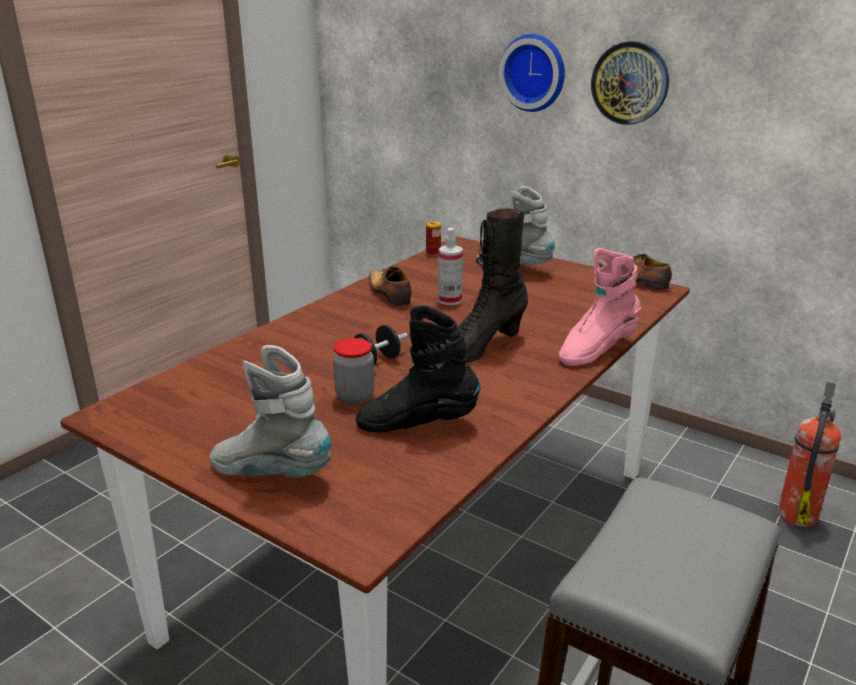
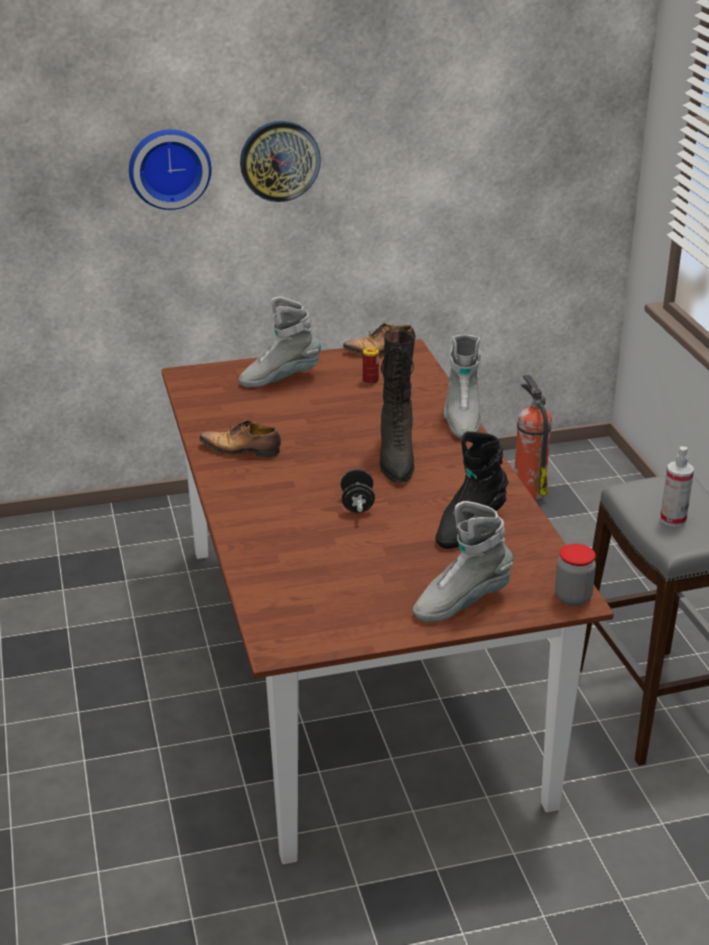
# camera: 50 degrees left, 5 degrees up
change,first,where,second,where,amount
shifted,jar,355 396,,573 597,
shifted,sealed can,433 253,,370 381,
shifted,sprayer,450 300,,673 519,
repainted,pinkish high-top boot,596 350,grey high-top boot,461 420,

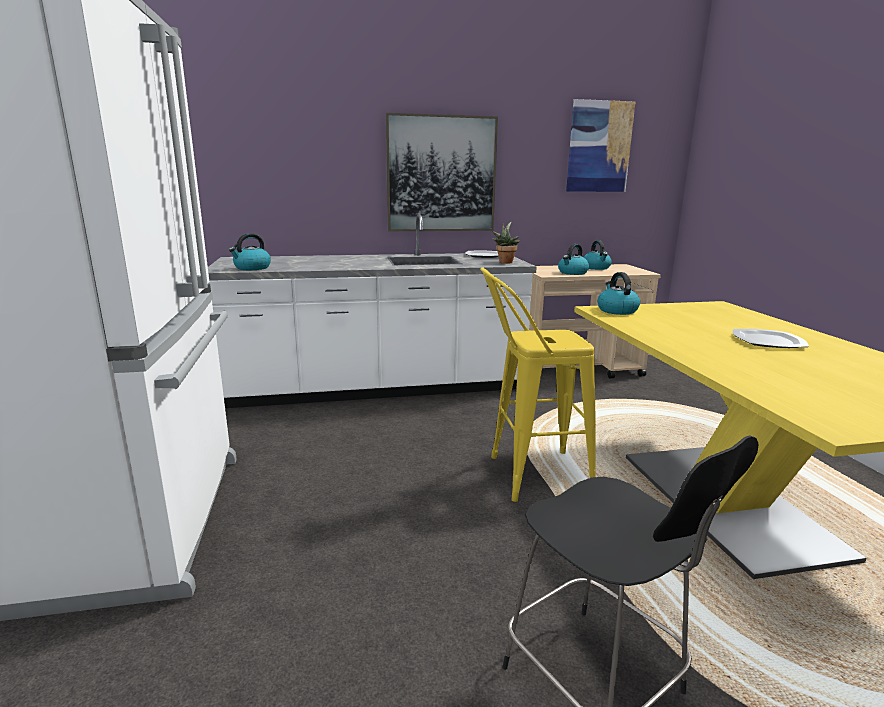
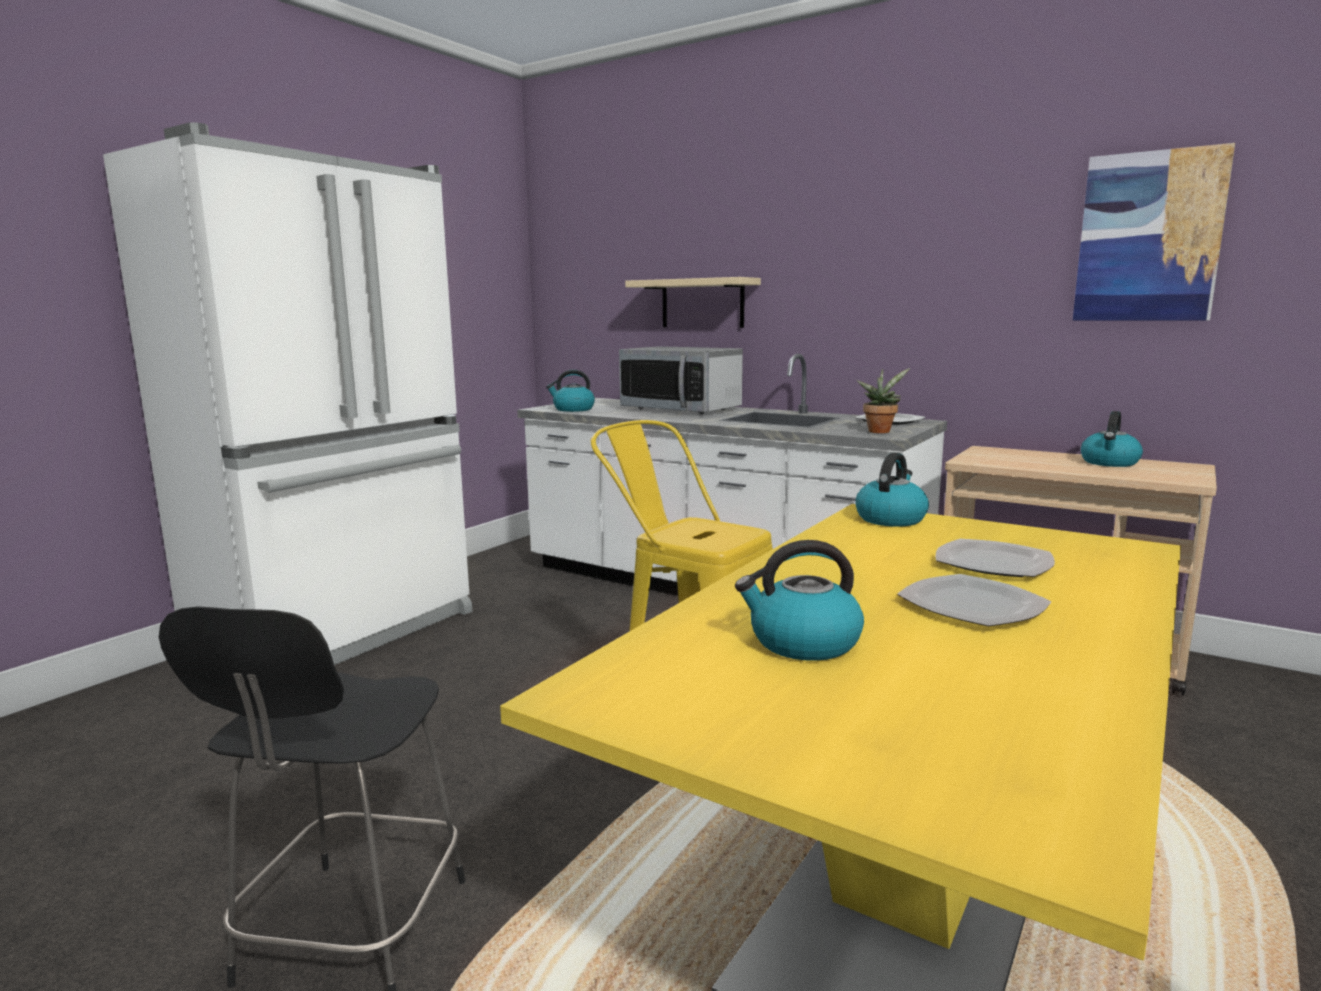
# camera: 45 degrees right, 5 degrees down
change,first,where,second,where,amount
gone,picture,441 174,,,
shifted,kettle,572 273,,803 643,
new,,,microwave,681 409,
new,,,beige-coloured shelf,702 303,
new,,,flat dish,992 563,

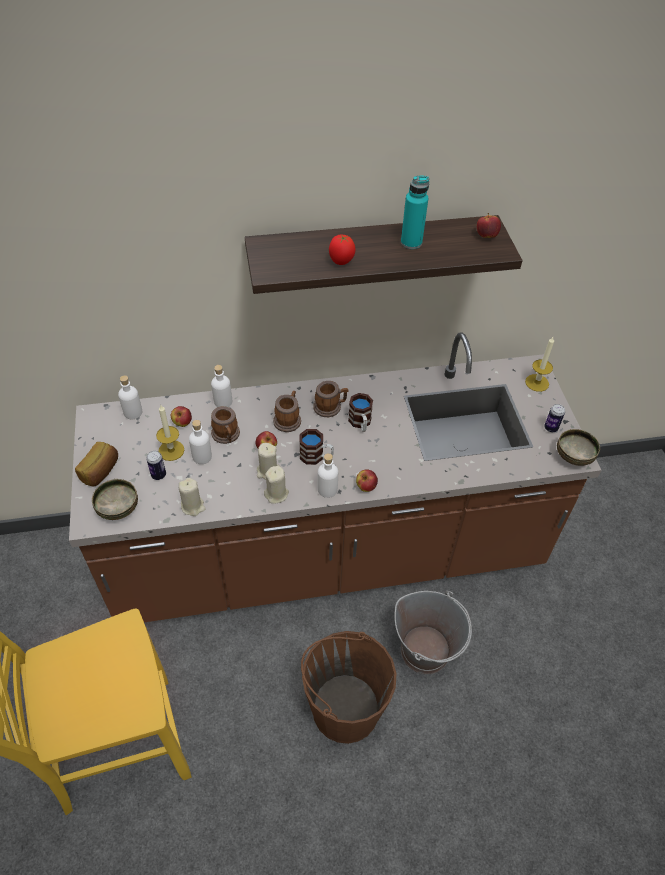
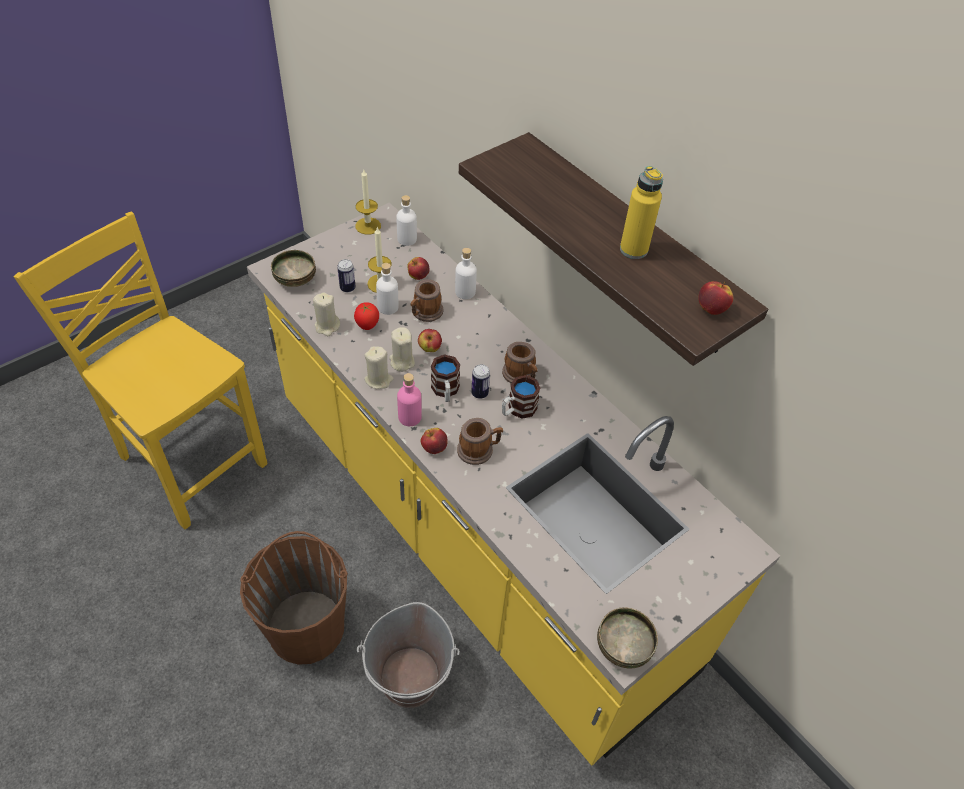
# camera: 60 degrees right, 0 degrees up
change,first,where,second,where,amount
repainted,brownish kitchen counter,328 553,yellowish kitchen counter,472 531,
gone,baked bread,101 471,,,
shifted,mug,288 419,,479 450,
repainted,whitish drink bottle,327 489,pinkish drink bottle,410 417,
shifted,tomato,341 262,,367 326,
repainted,turquoise drink bottle,411 242,yellowish drink bottle,633 249,
shifted,wax light,537 383,,368 226,
shifted,sealed can,550 428,,479 393,

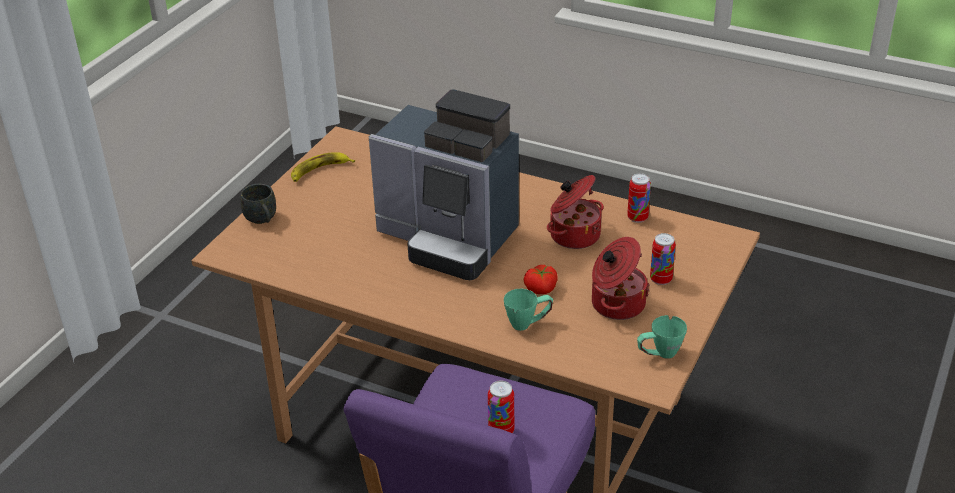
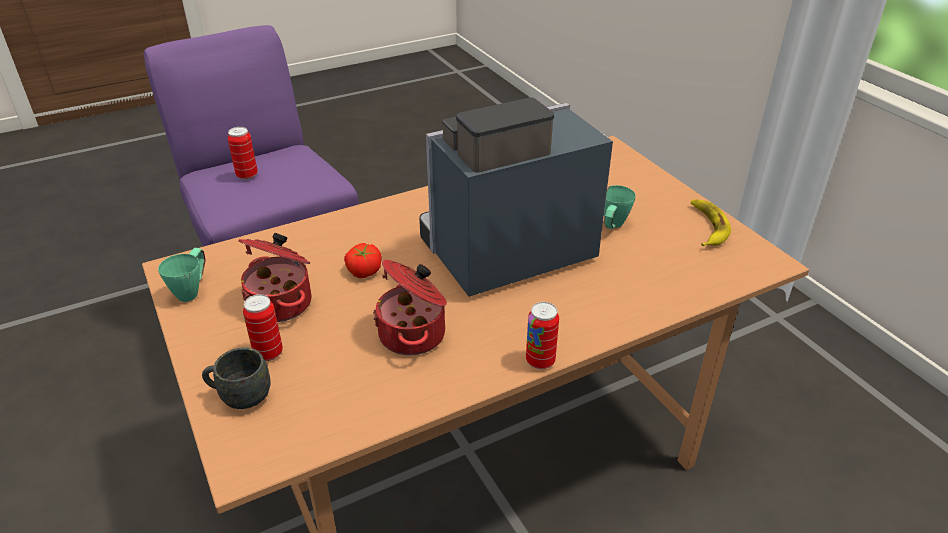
# camera: 125 degrees right, 0 degrees up
change,first,where,second,where,amount
shifted,grey mug,262 220,,240 396,
shifted,greenish mug,528 323,,612 227,
shifted,sealed can,637 218,,540 361,

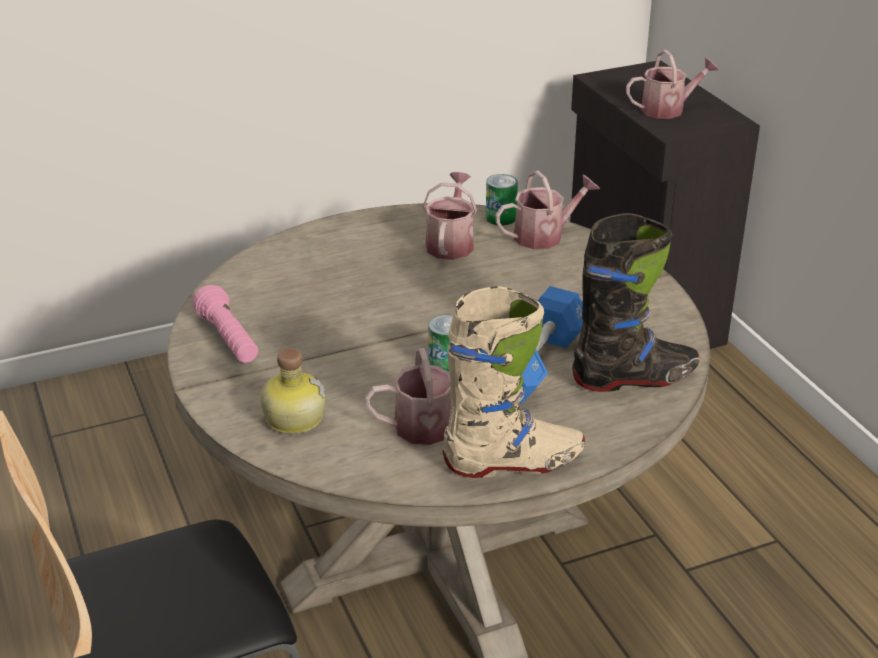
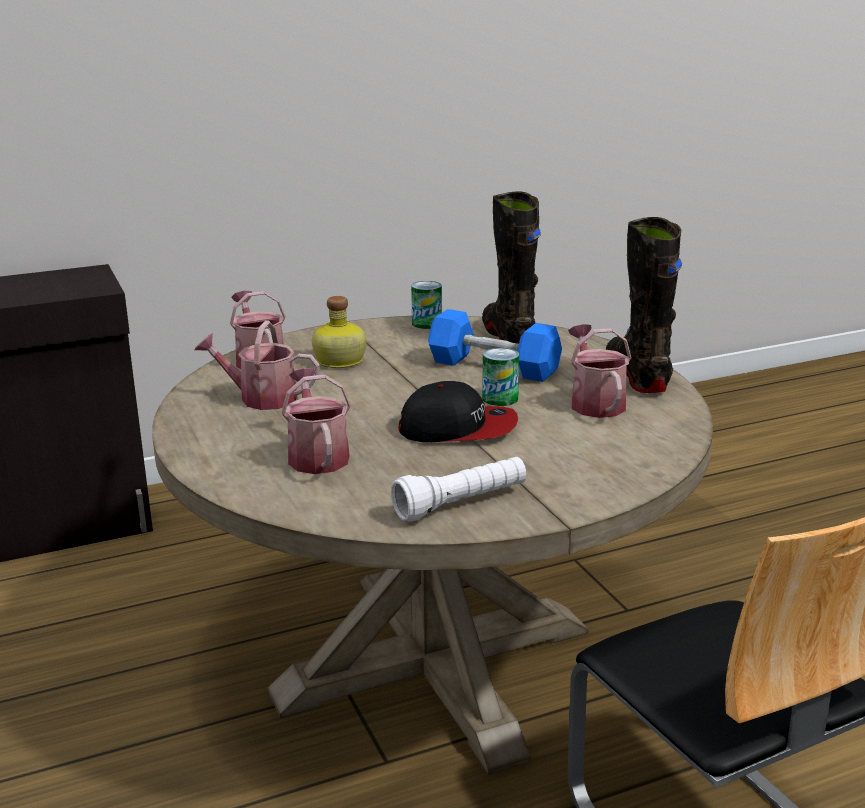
# camera: 90 degrees left, 10 degrees down
change,first,where,second,where,amount
repainted,pinkish torch,229 340,whitish torch,461 504,
shifted,drink bottle,292 417,,338 361,
repainted,beige-coloured high-top boot,514 462,blackish high-top boot,637 376,
shifted,sealed can,500 218,,426 323,
shifted,watering pot,668 109,,317 455,
new,,,cap,458 428,

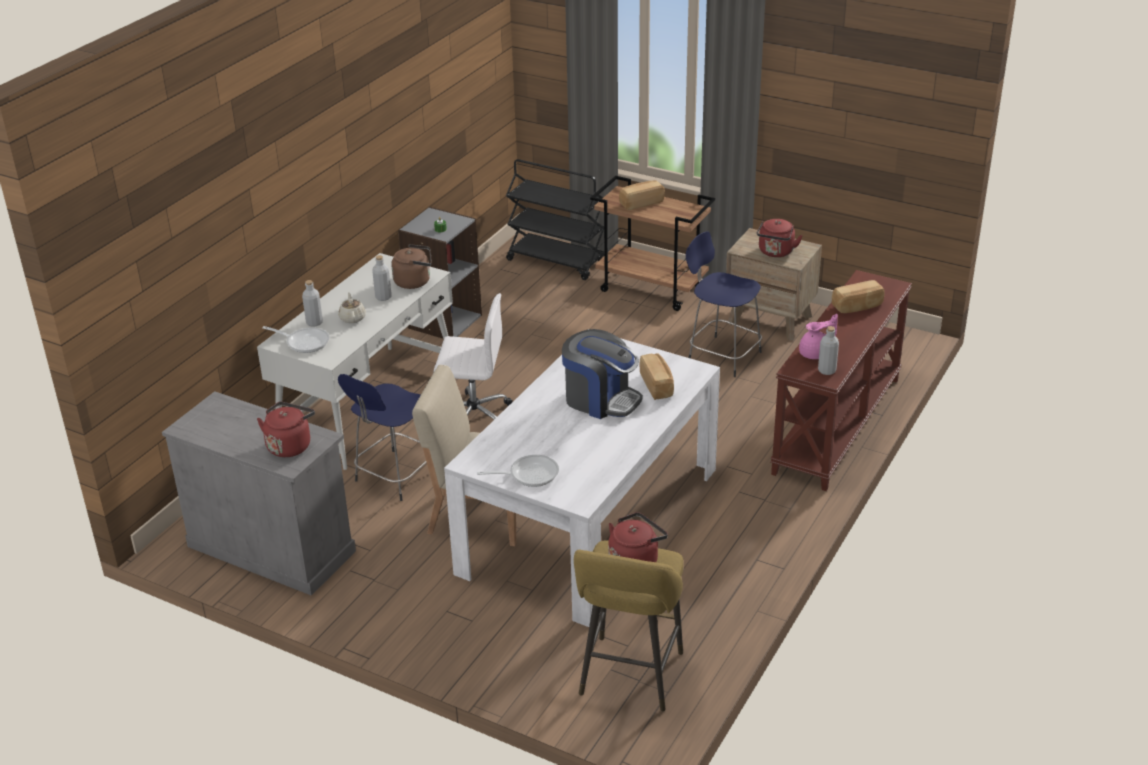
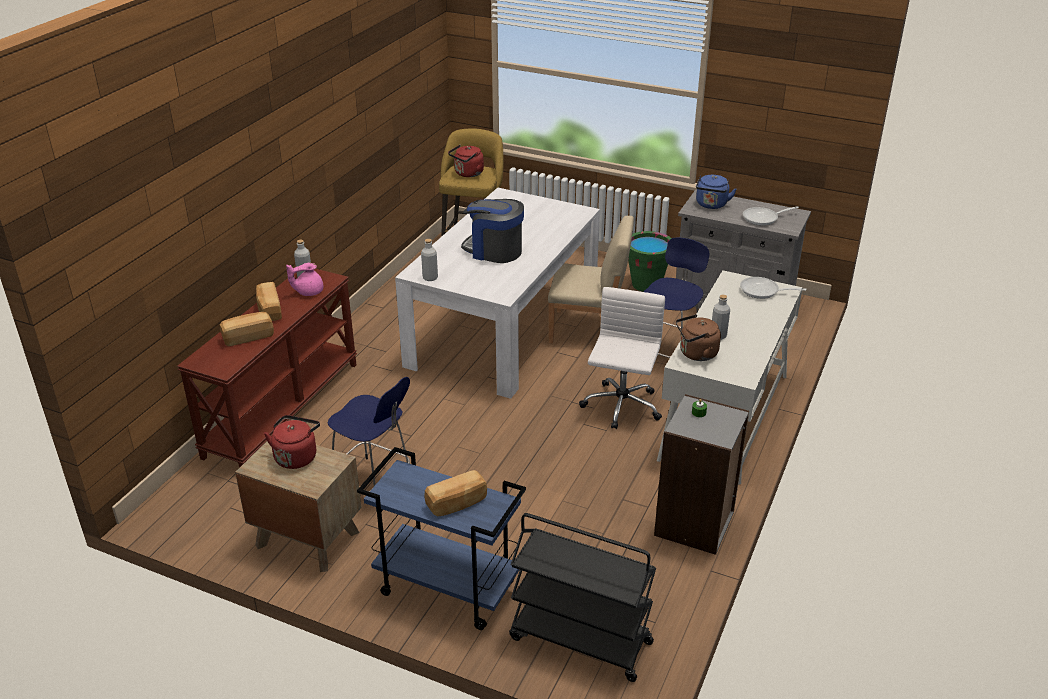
# camera: 175 degrees right, 0 degrees up
change,first,where,second,where,amount
repainted,reddish kettle,290 445,bluish kettle,711 205,
shifted,grey drink bottle,314 322,,430 278,
gone,beige-coloured teapot,352 318,,,
rotated,whitish desk chair,472 417,,621 407,105 degrees clockwise
shifted,frying pan,529 474,,763 218,
repainted,brownish cart,652 288,bluish cart,446 588,
shifted,baked bread,657 385,,269 310,
new,,,greenish water bucket,646 284,

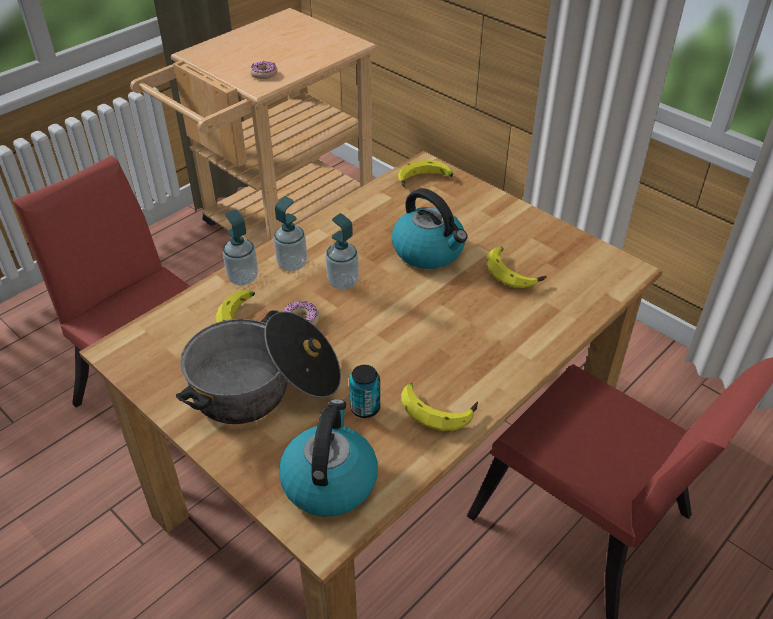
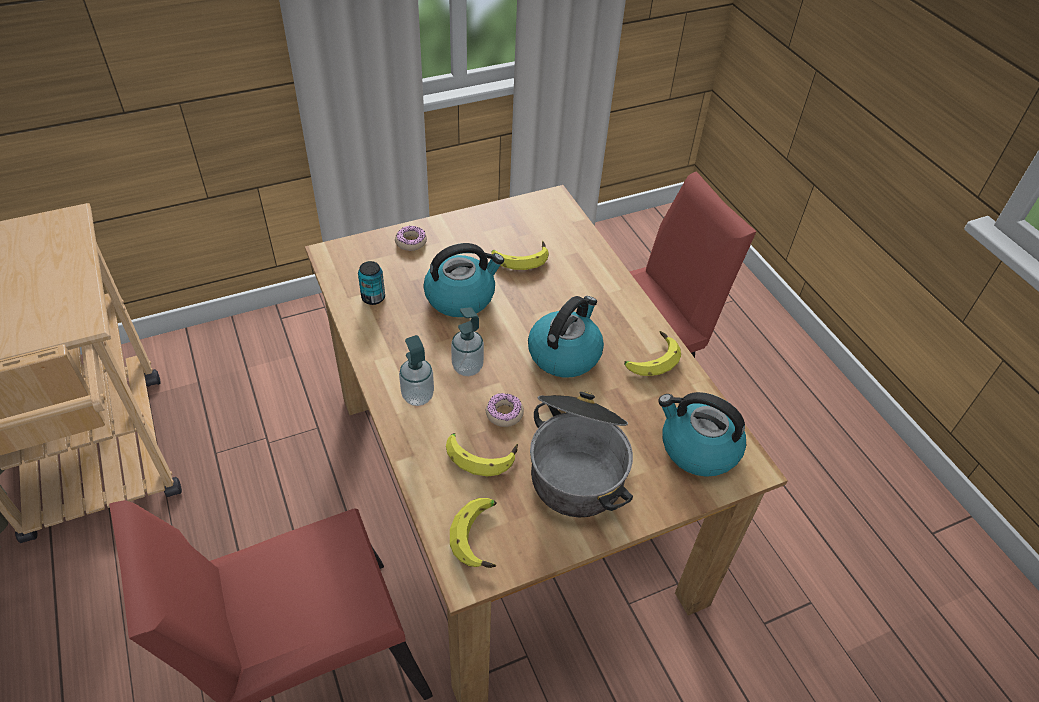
# camera: 70 degrees left, 5 degrees up
change,first,where,second,where,amount
gone,liquid soap bottle,243 278,,,
shifted,doughnut,264 74,,411 242,
shifted,sealed can,365 408,,373 297,
shifted,whole banana,425 181,,481 537,
new,,,kettle,564 353,

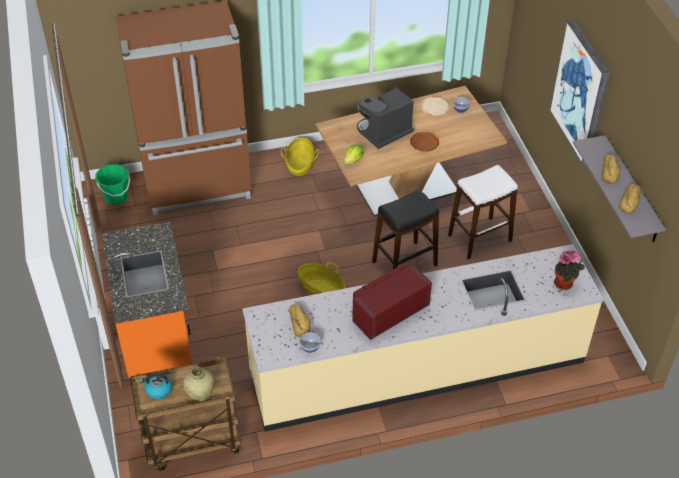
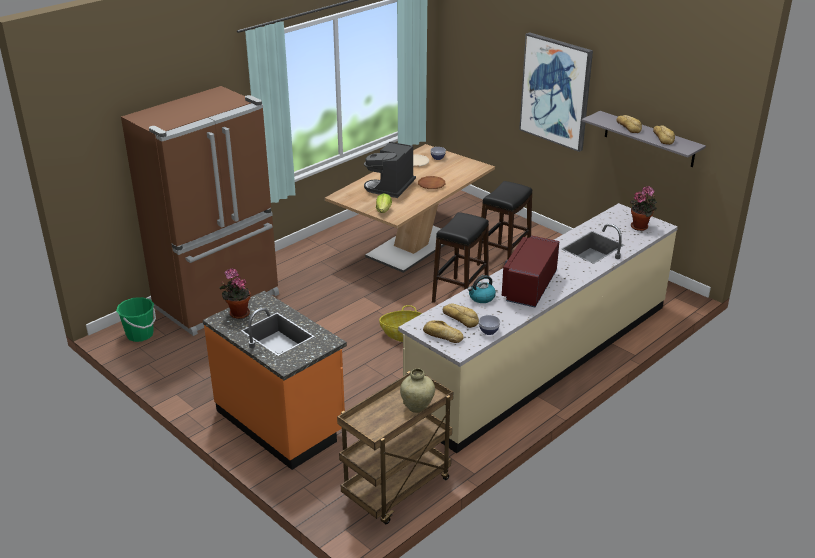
# camera: 30 degrees left, 15 degrees down
change,first,where,second,where,amount
shifted,kettle,158 390,,481 298,
gone,household basket,300 165,,,
repainted,whitish stool seat,479 238,blackish stool seat,503 259,
new,,,potted plant,237 313,
new,,,baked bread,442 336,

